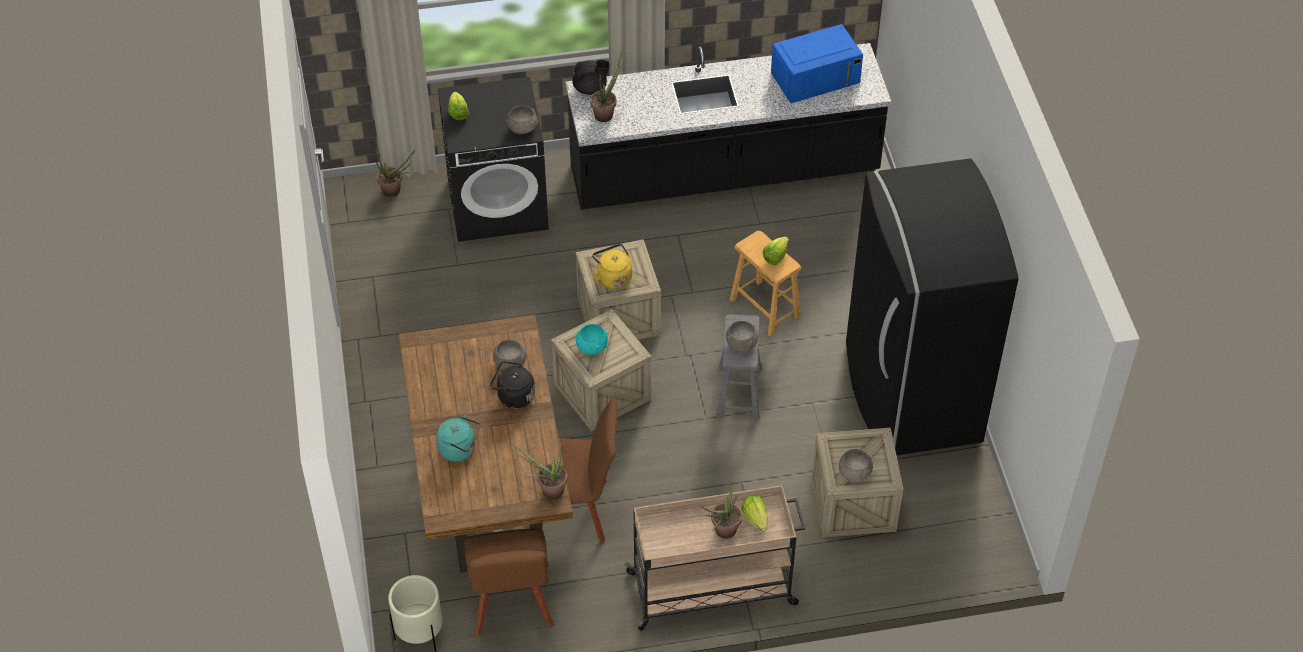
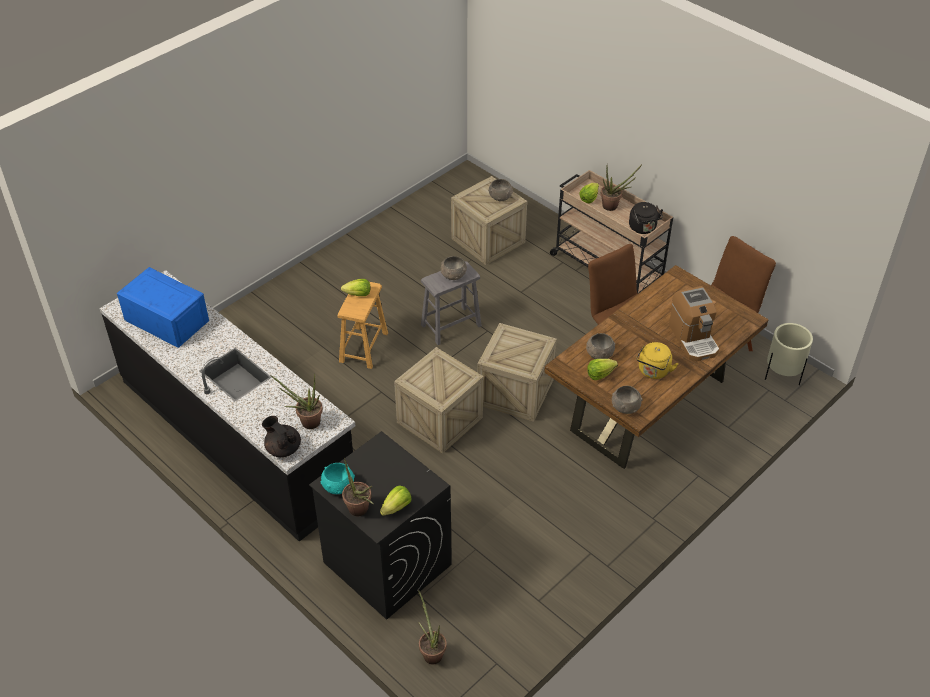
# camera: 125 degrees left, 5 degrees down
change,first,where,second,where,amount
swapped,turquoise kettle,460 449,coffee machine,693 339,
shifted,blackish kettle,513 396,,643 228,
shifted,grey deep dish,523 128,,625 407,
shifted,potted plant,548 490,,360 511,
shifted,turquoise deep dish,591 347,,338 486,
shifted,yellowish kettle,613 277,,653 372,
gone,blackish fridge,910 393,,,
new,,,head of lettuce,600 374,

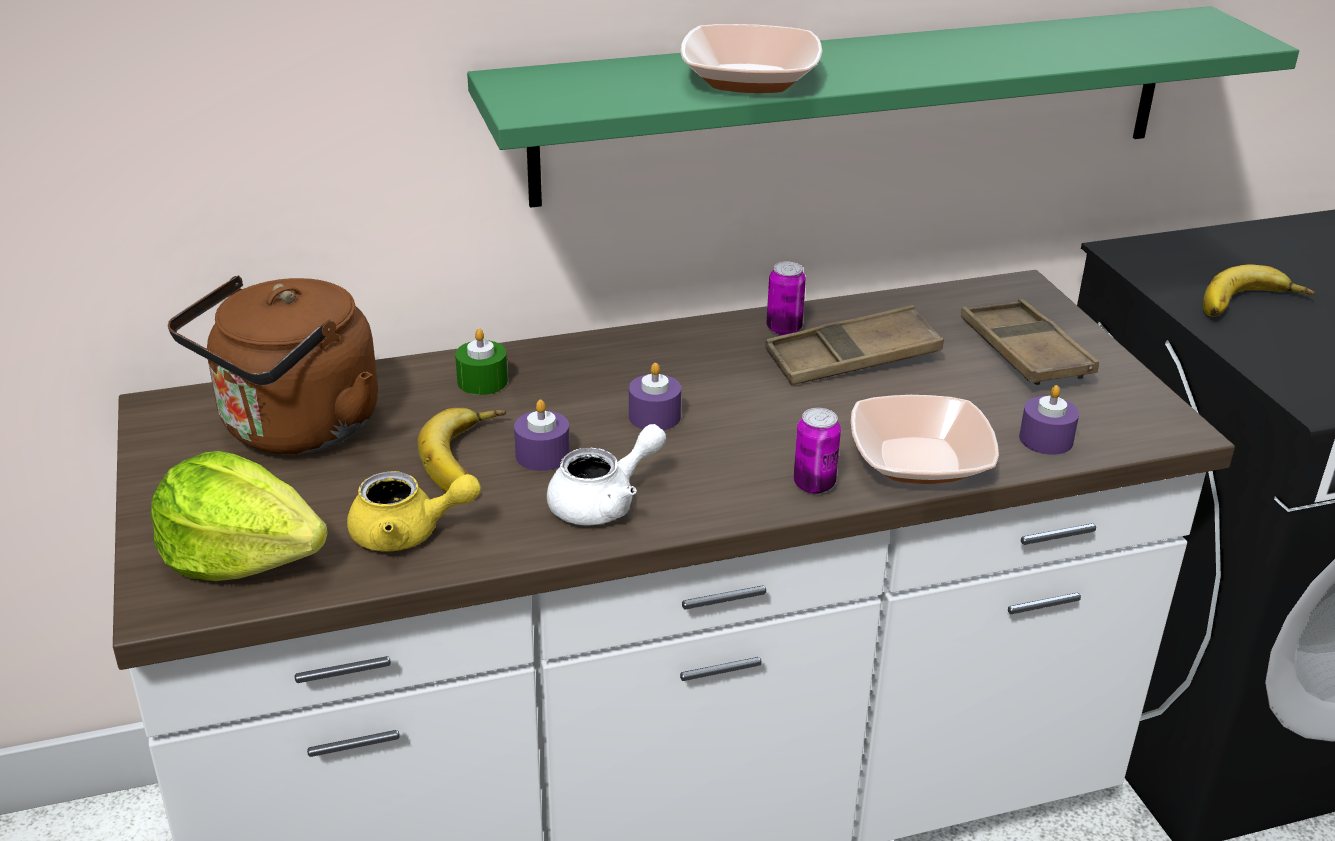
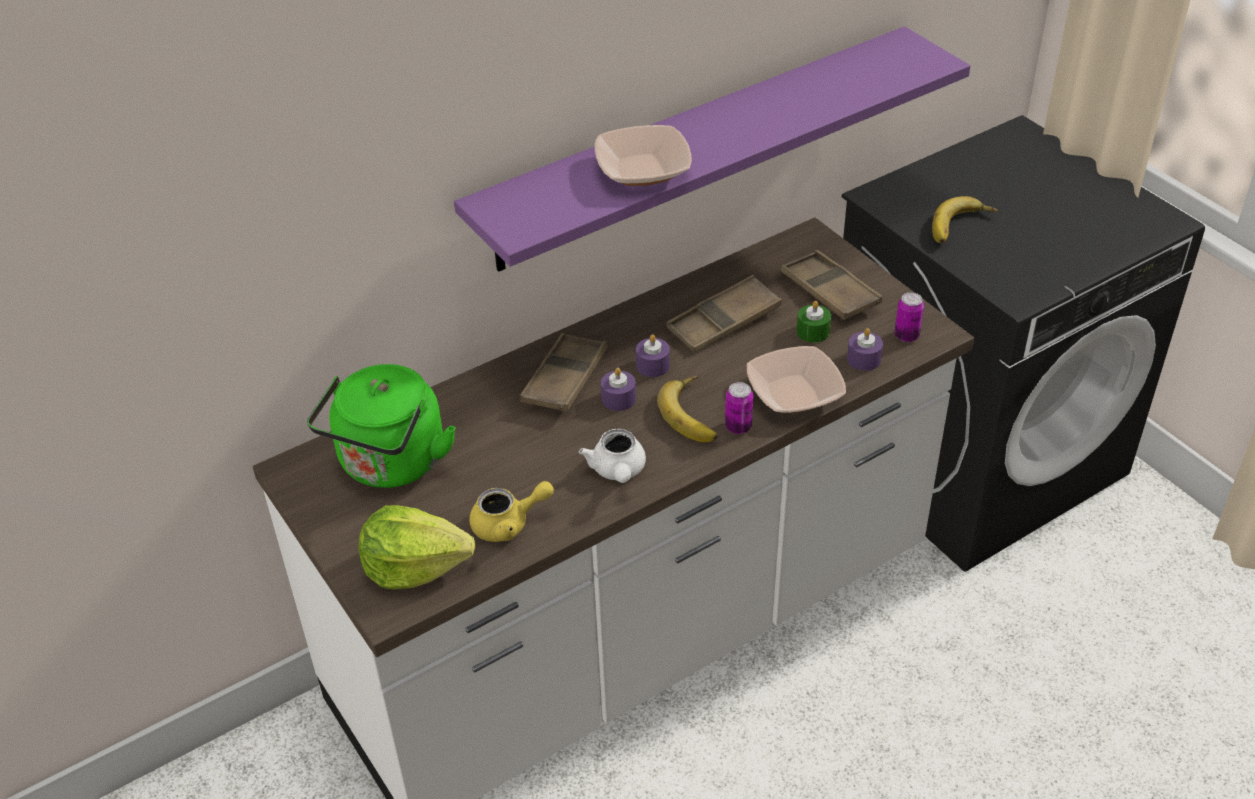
# camera: 15 degrees left, 10 degrees up
change,first,where,second,where,amount
repainted,brownish kettle,294 429,greenish kettle,390 465,
shifted,whole banana,472 459,,695 414,
shifted,greenish wax light,482 381,,813 331,
repainted,greenish shelf,859 104,purplish shelf,695 148,
shifted,purplish wax light,542 455,,653 365,
rotated,whitish teapot,604 502,,617 471,135 degrees clockwise
shifted,sealed can,784 329,,906 336,
new,,,brownish carrying tray,565 379,

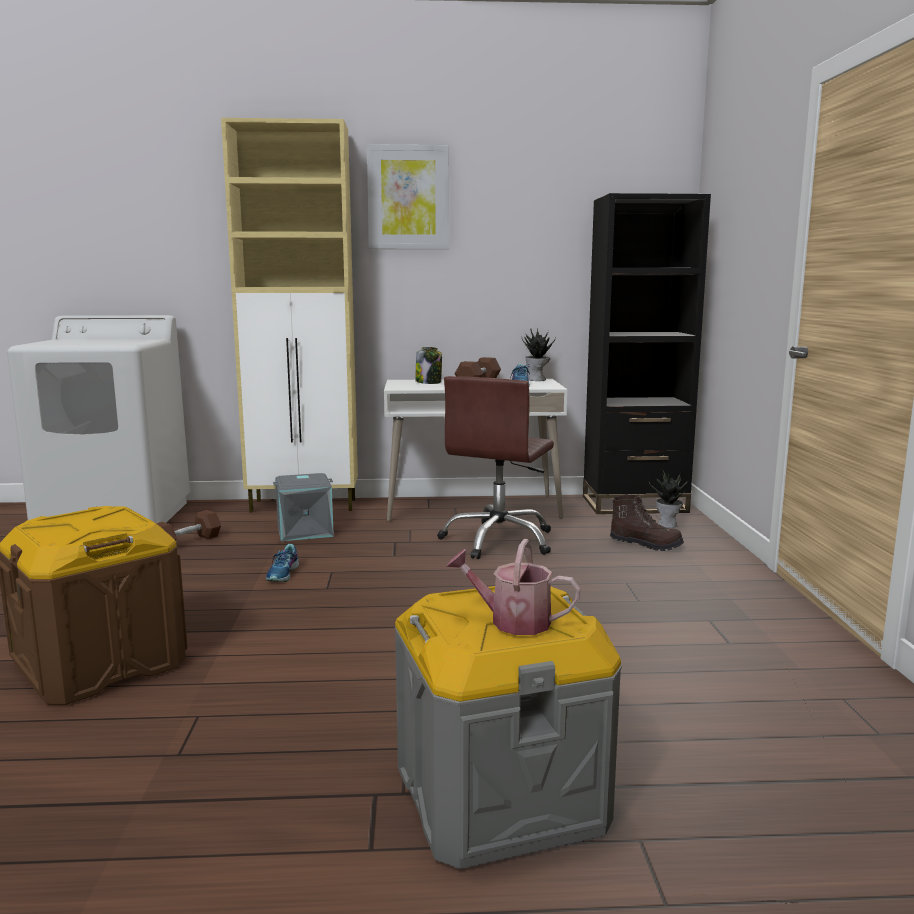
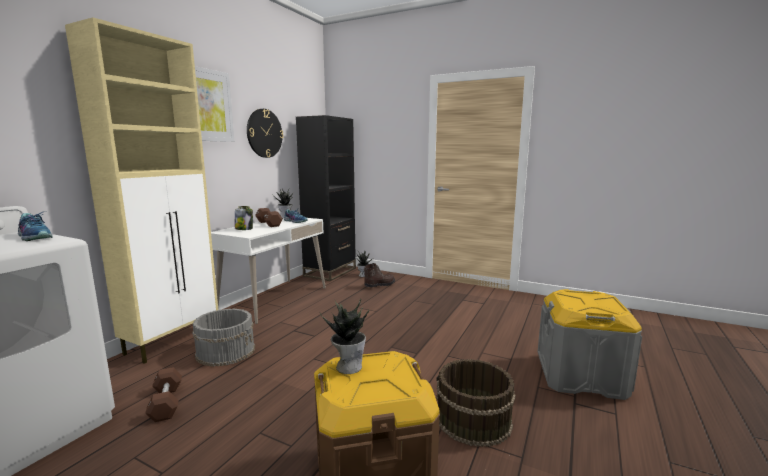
# camera: 60 degrees left, 0 degrees up
change,first,where,second,where,amount
shifted,shoe,283 574,,36 237,
swapped,grey storage container,305 530,grey water bucket,226 351,
gone,brownish desk chair,499 540,,,
gone,watering pot,512 621,,,
new,,,hanging clock,264 133,
new,,,potted plant,348 366,
new,,,brownish water bucket,473 420,

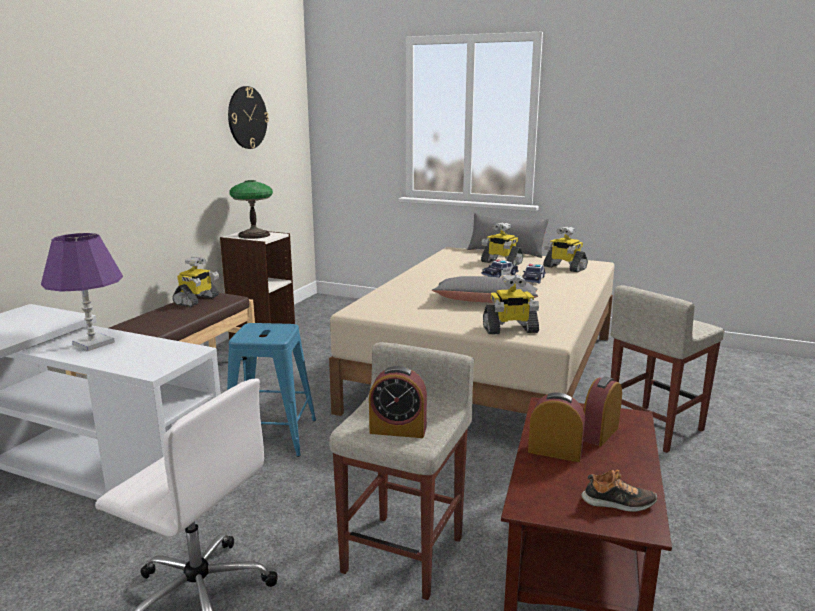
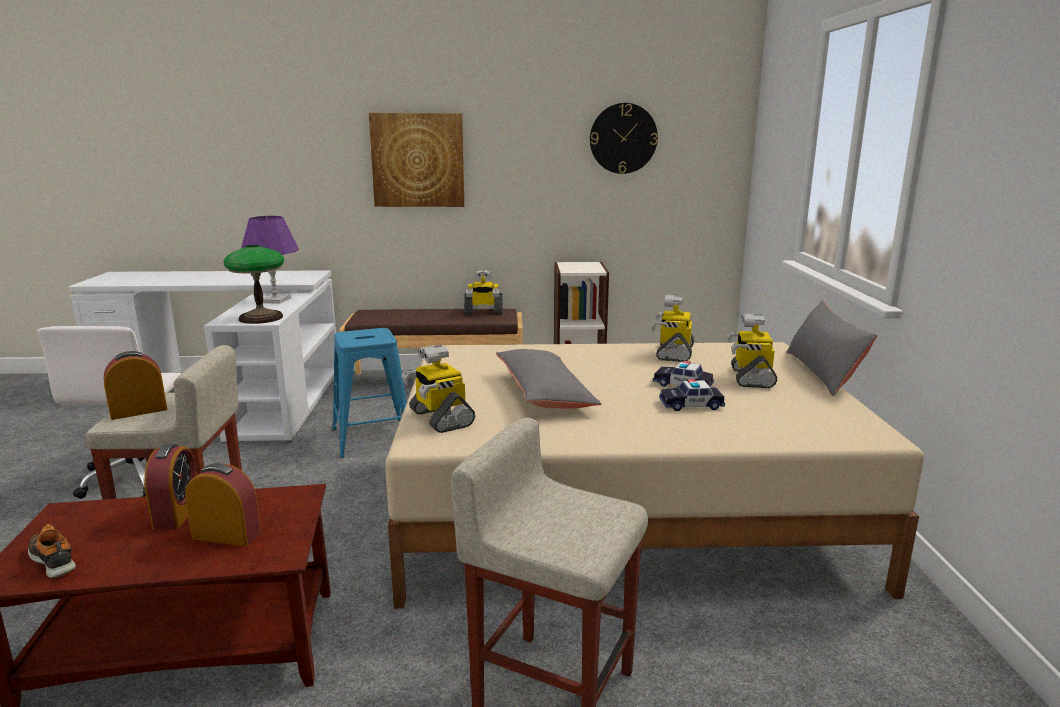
# camera: 65 degrees right, 0 degrees up
change,first,where,second,where,amount
shifted,tabletop lamp,254 235,,261 318,
rotated,table clock,398 430,,139 411,75 degrees clockwise
shifted,toy robot,564 268,,673 353,
rotated,shoe,618 503,,54 560,150 degrees clockwise
new,,,picture,418 160,

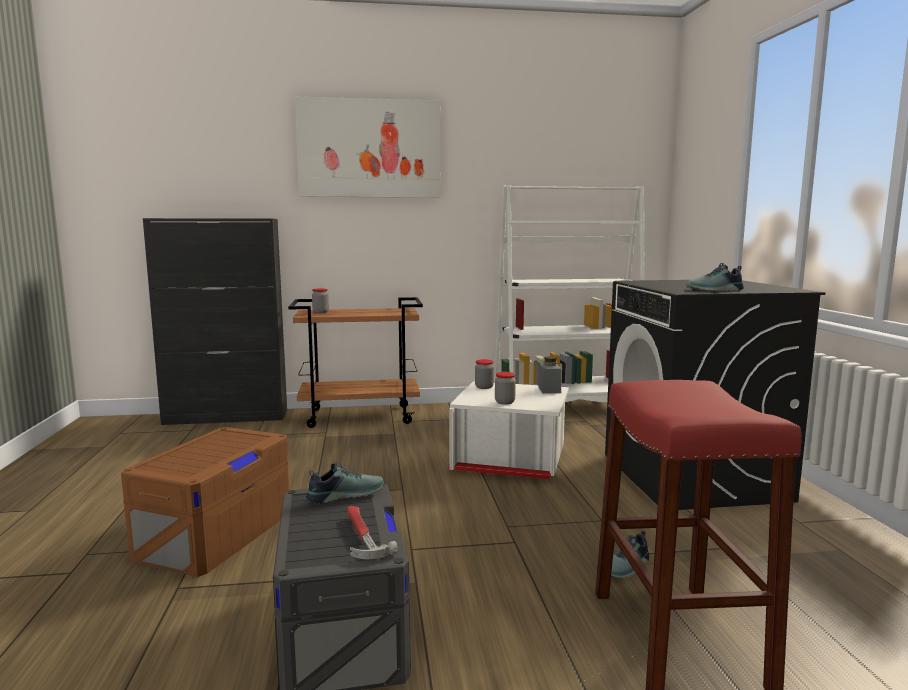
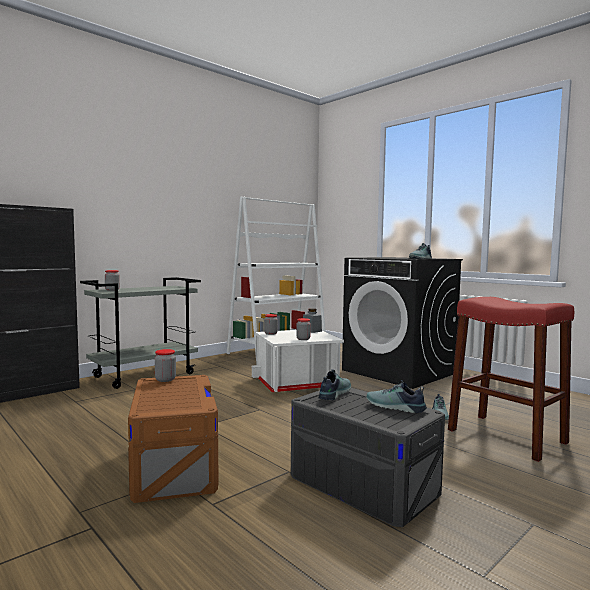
# camera: 35 degrees left, 5 degrees down
change,first,where,second,where,amount
repainted,brownish cart,361 416,grey cart,145 375,
gone,picture,369 149,,,
swapped,tool hammer,362 535,shoe,394 407,
new,,,jar,165 379,

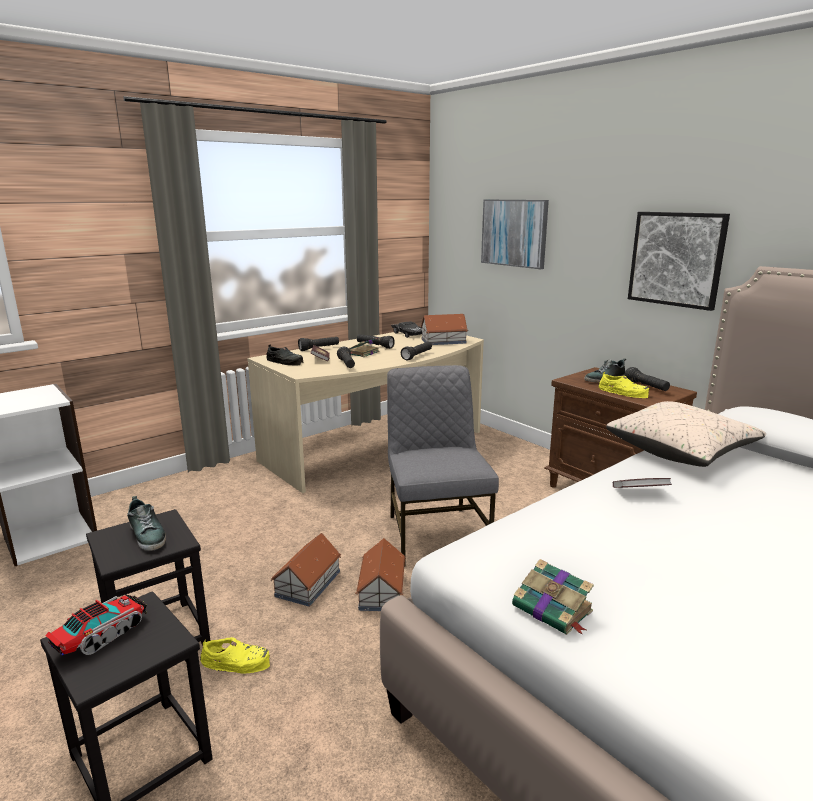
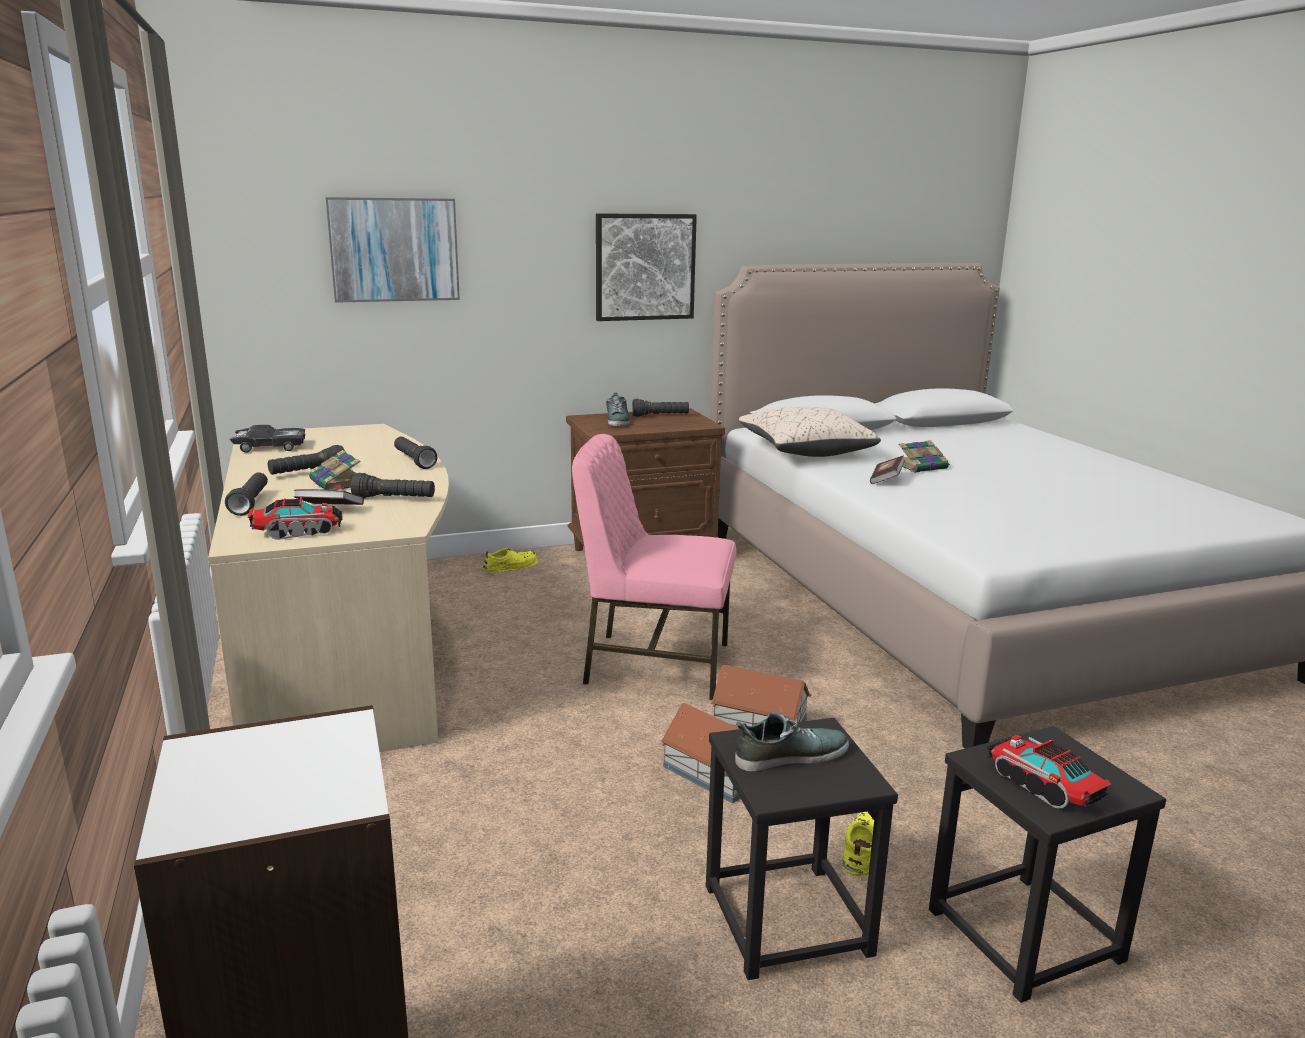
# camera: 70 degrees left, 0 degrees up
change,first,where,second,where,amount
swapped,blackish shoe,285 361,toy truck,298 532,
repainted,grey upright chair,436 534,pinkish upright chair,654 664,
gone,toy house,444 341,,,
shifted,bound book,553 610,,922 466,
shifted,yellowish shoe,623 392,,511 565,

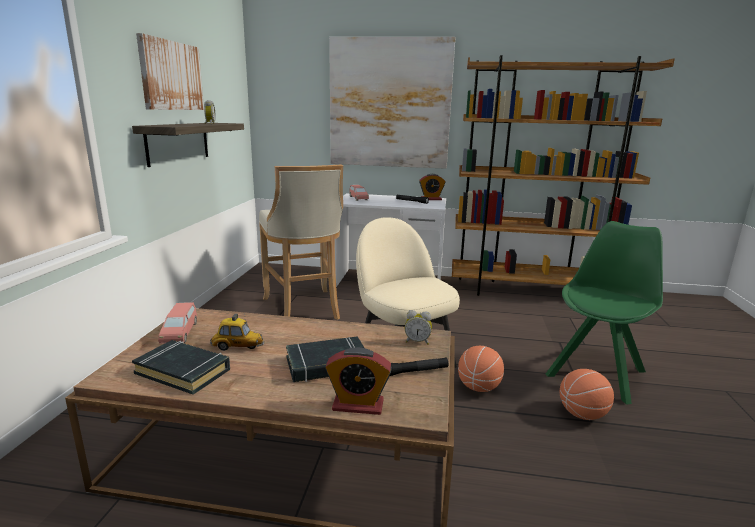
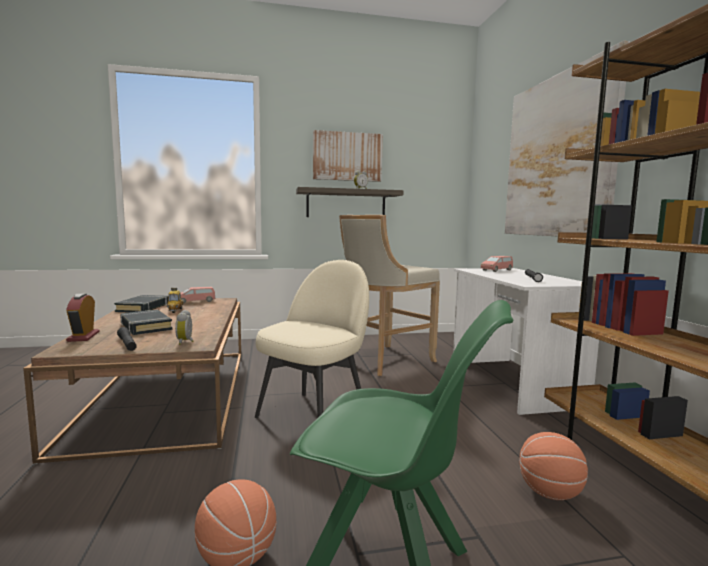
# camera: 70 degrees right, 10 degrees down
change,first,where,second,where,amount
gone,table clock,431 199,,,
shifted,basketball ball,479 387,,550 493,

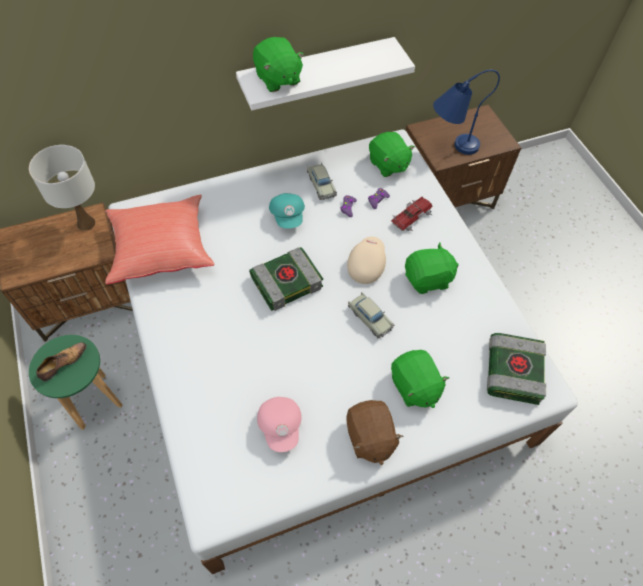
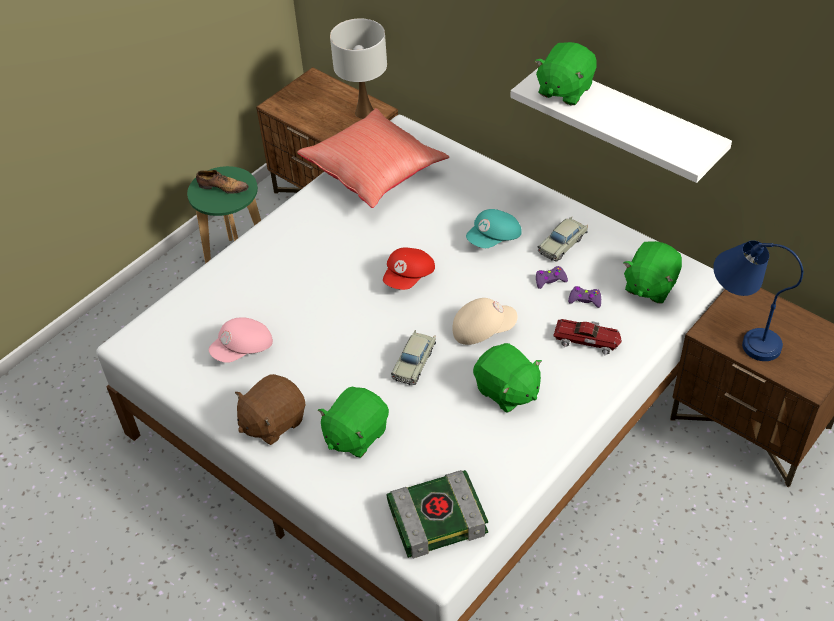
# camera: 65 degrees right, 10 degrees down
change,first,where,second,where,amount
swapped,bound book,287 281,reddish cap,409 277,

